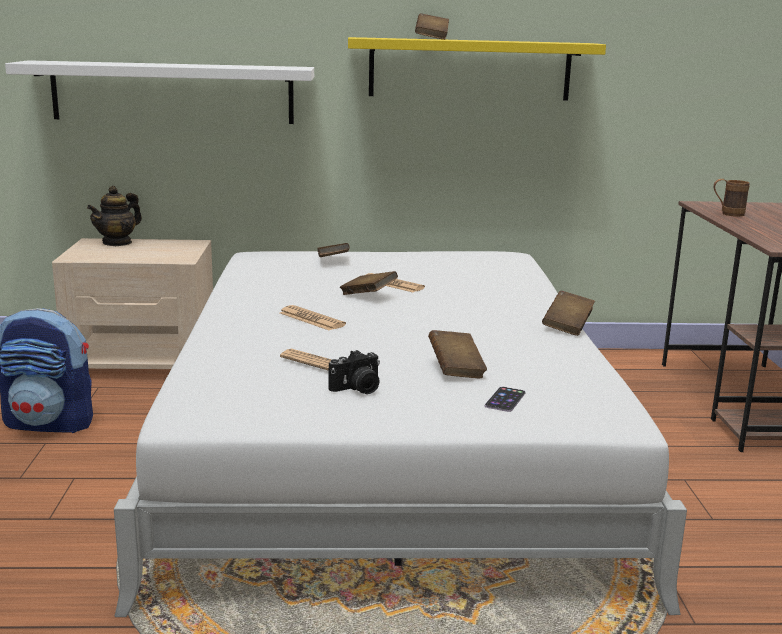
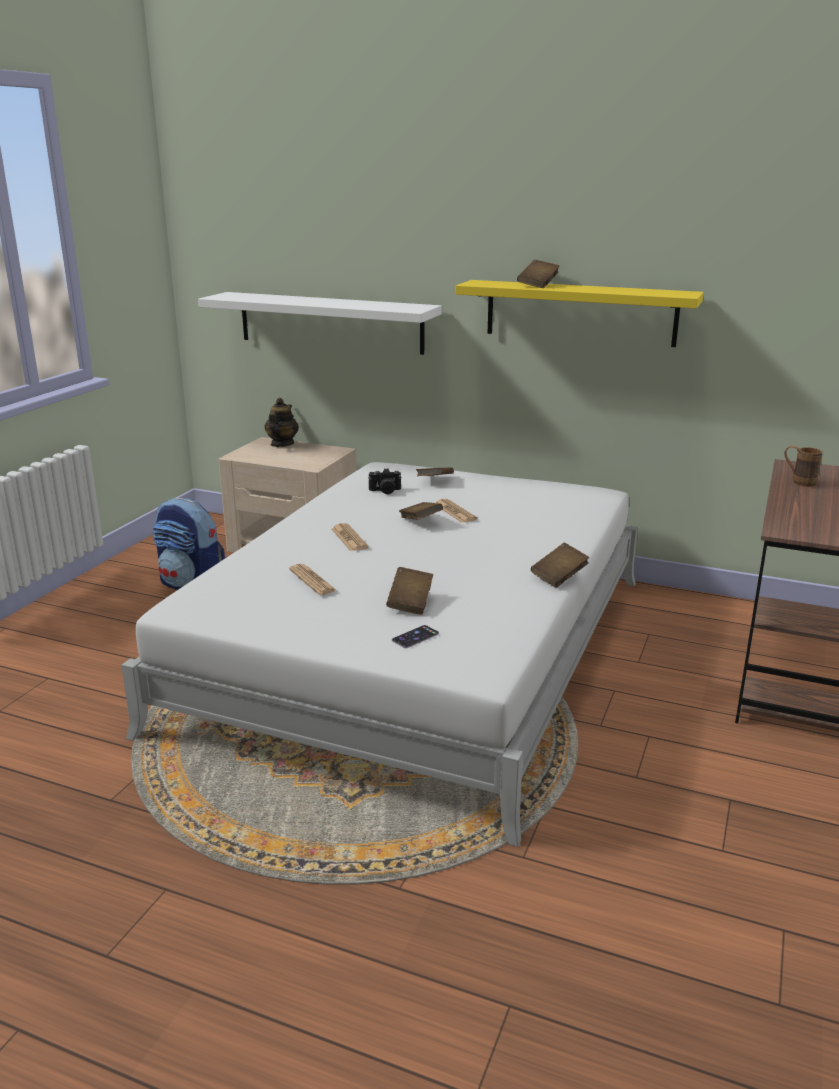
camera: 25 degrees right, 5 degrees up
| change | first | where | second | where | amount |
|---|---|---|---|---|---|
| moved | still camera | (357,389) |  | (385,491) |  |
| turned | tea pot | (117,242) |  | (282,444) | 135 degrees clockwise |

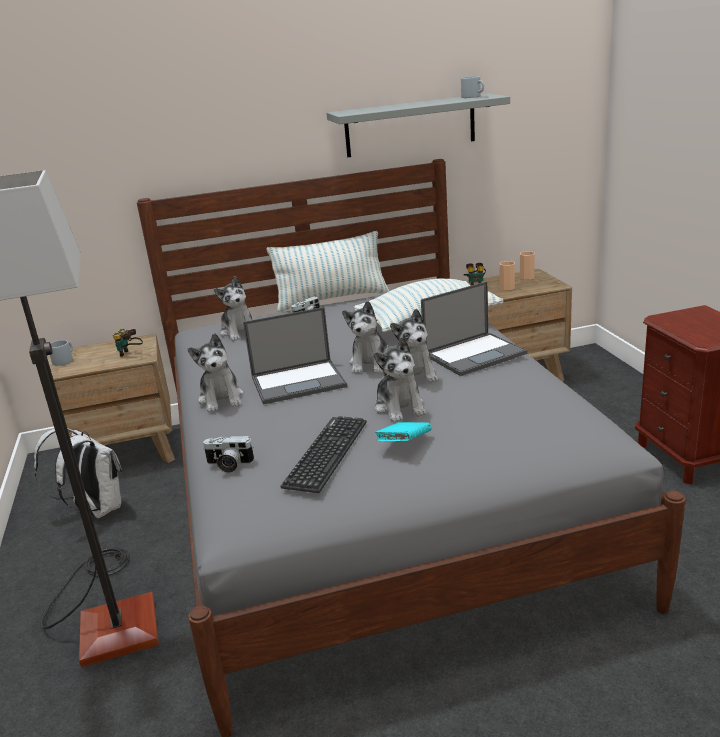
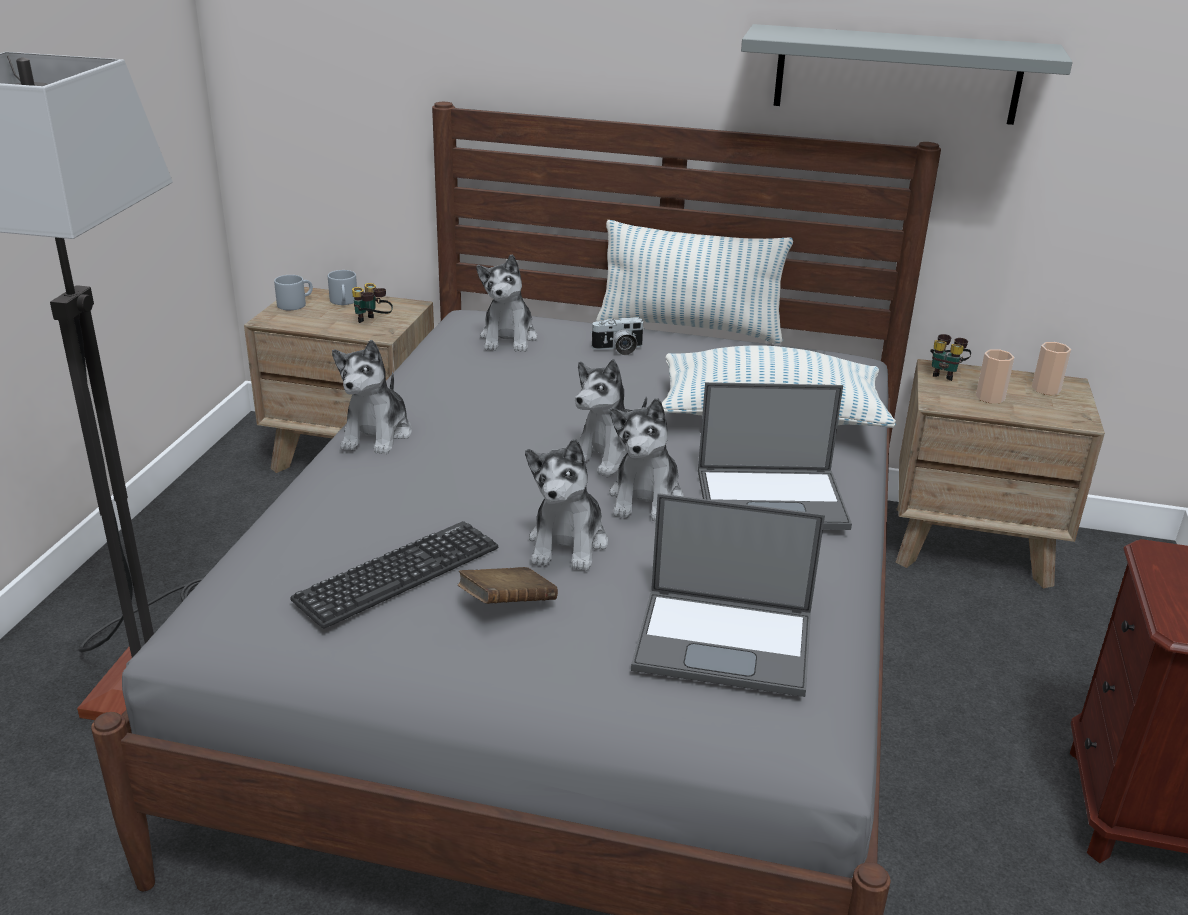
camera: 25 degrees right, 5 degrees up
| change | first | where | second | where | amount |
|---|---|---|---|---|---|
| removed | rucksack (whitish) | (95,510) |  |  |  |
| removed | still camera | (229,465) |  |  |  |
| moved | laptop | (299,382) |  | (726,641) |  |
| moved | tea mug (gray) | (473,96) |  | (344,302) |  |
| recoloured | bound book (turquoise) | (404,444) | bound book (brown) | (507,604) |  |

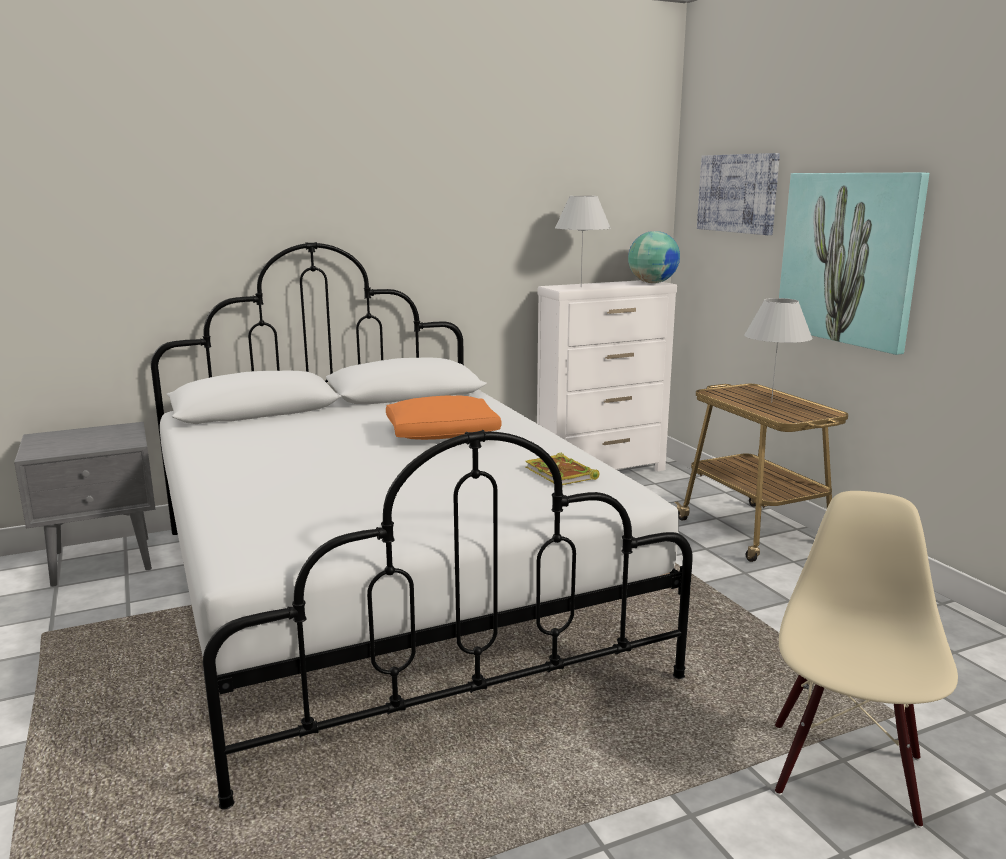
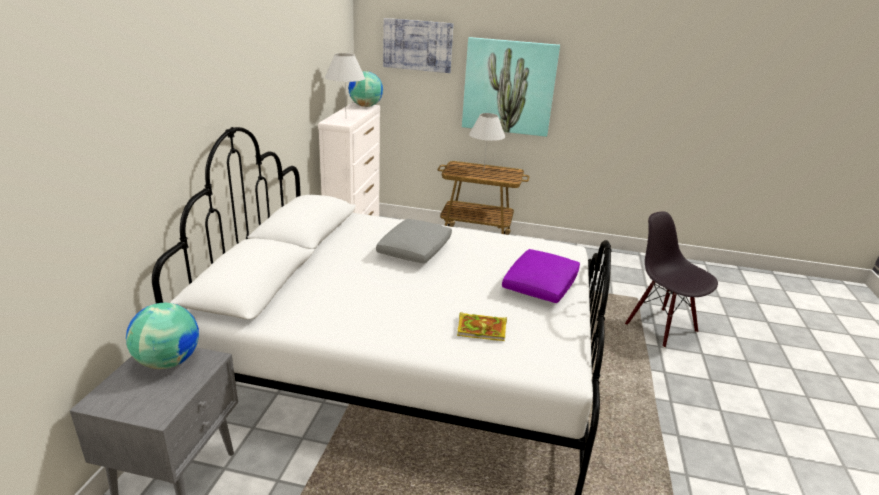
camera: 55 degrees left, 10 degrees up
| change | first | where | second | where | amount |
|---|---|---|---|---|---|
| added |  |  | world globe | (168,361) |  |
| added |  |  | pillow (purplish) | (540,285) |  |
| moved | bound book | (562,474) |  | (483,329) |  |
| recoloured | pillow (orange-coloured) | (443,433) | pillow (gray) | (415,250) |  |
| recoloured | chair (sand-coloured) | (845,772) | chair (black) | (661,327) |  |

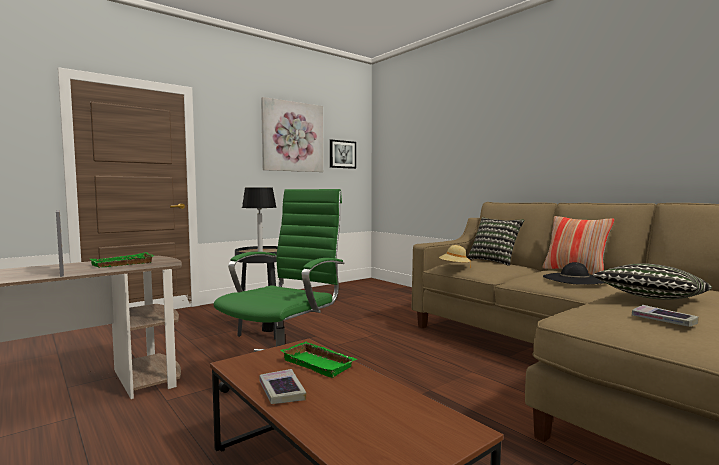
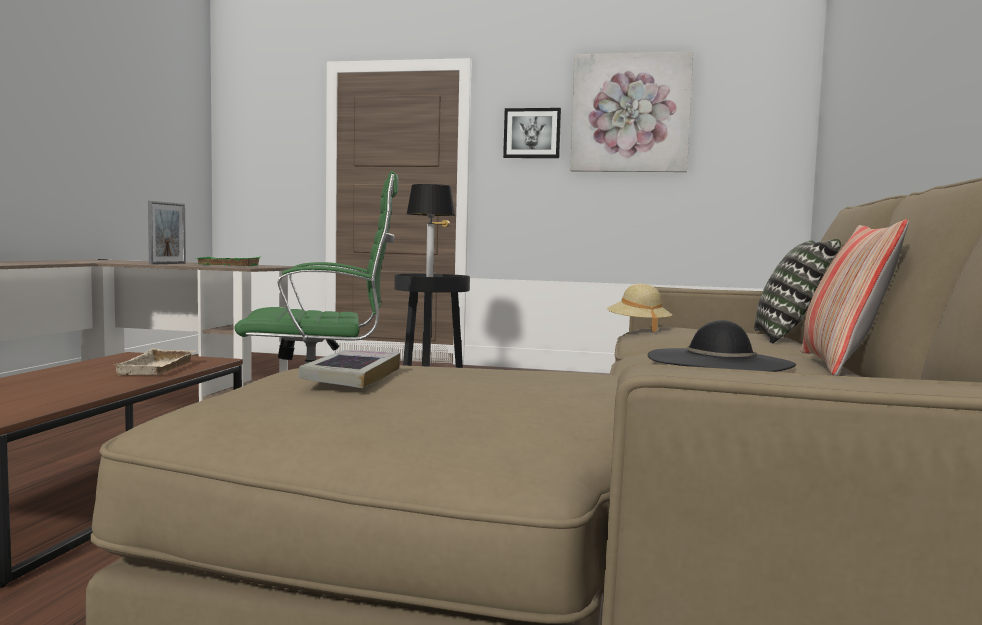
camera: 50 degrees right, 0 degrees up
| change | first | where | second | where | amount |
|---|---|---|---|---|---|
| removed | bound book | (281,391) |  |  |  |
| removed | pillow | (651,299) |  |  |  |
| moved | picture | (342,154) |  | (532,133) |  |
| recoloured | serving tray (green-coloured) | (320,363) | serving tray (sand-coloured) | (159,369) |  |

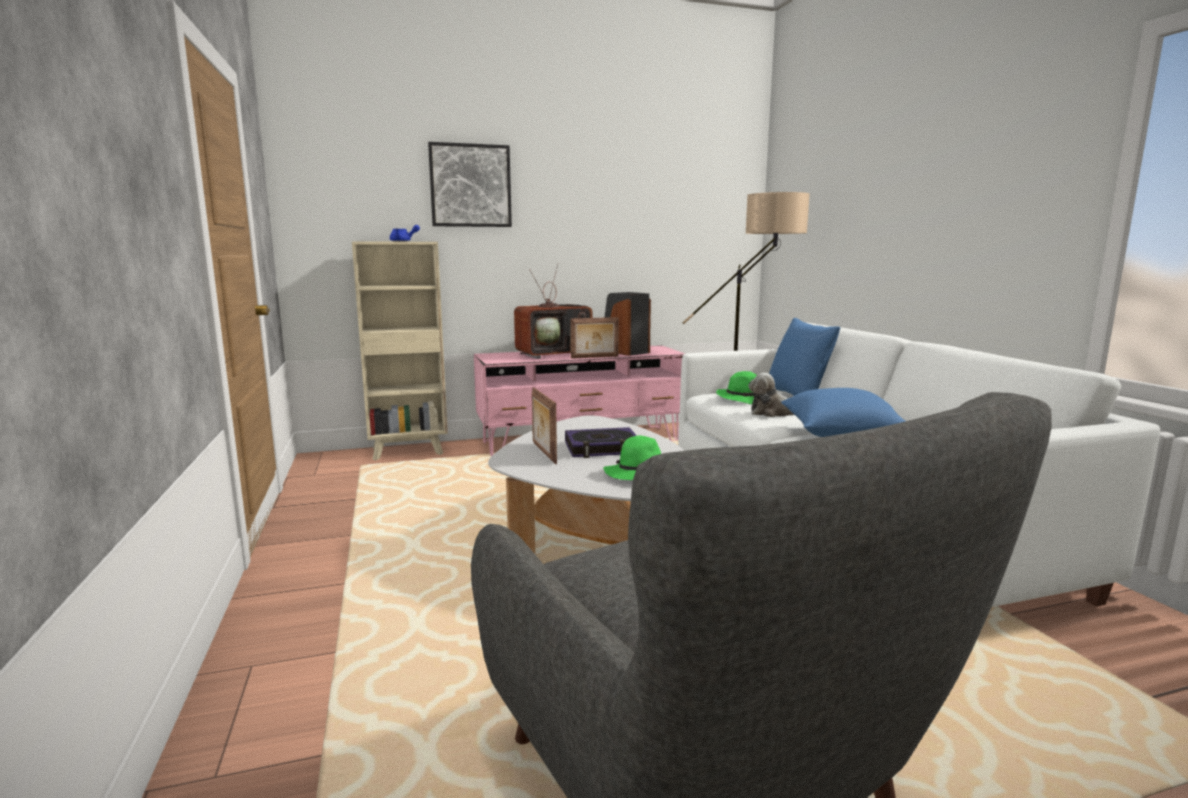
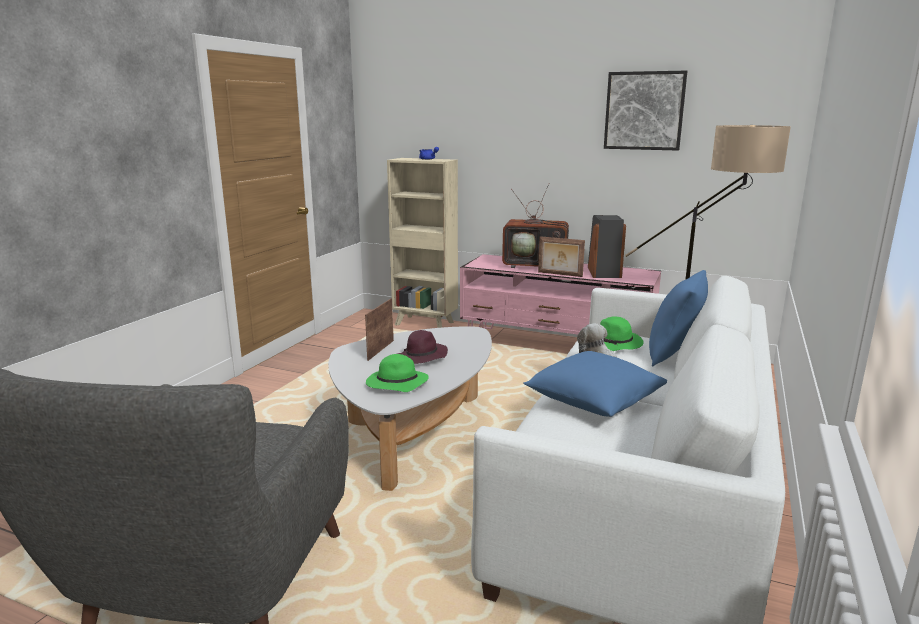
camera: 40 degrees right, 5 degrees up
| change | first | where | second | where | amount |
|---|---|---|---|---|---|
| moved | picture | (470,186) |  | (644,111) |  |
| replaced | bound book | (602,448) | hat (purplish) | (421,357) |  |

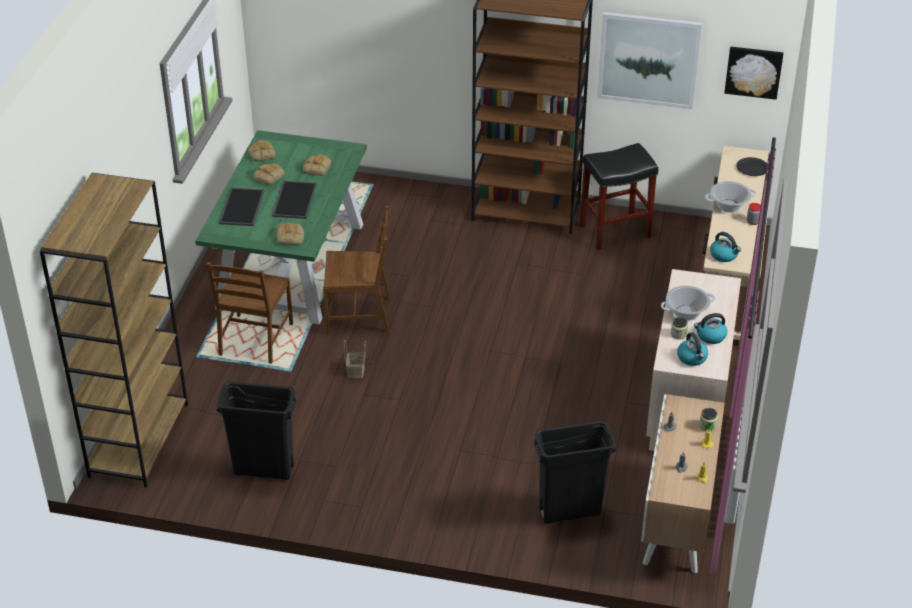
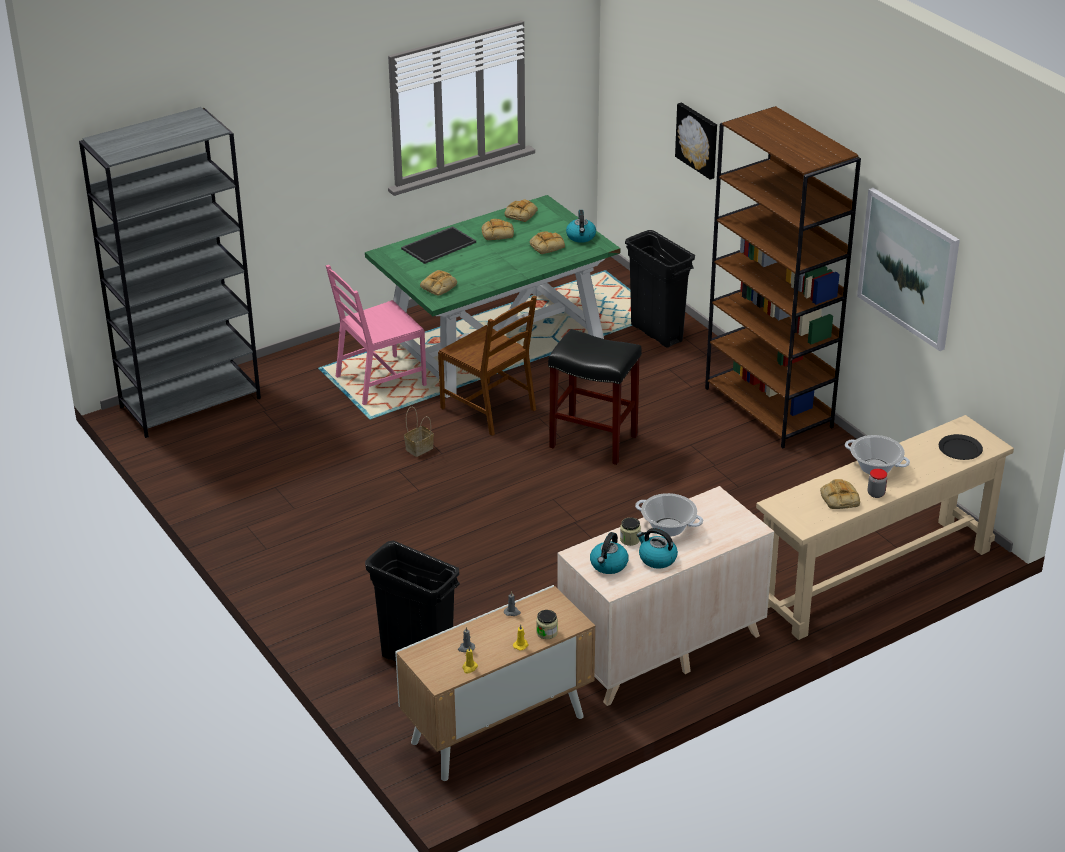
camera: 45 degrees right, 5 degrees down
| change | first | where | second | where | amount |
|---|---|---|---|---|---|
| removed | serving tray | (293,199) |  |  |  |
| added |  |  | bakery bread | (838,498) |  |
| moved | rubbish bin (black) | (264,470) |  | (657,333) |  |
| moved | stool seat (black) | (615,231) |  | (595,441) |  |
| moved | kettle | (724,255) |  | (581,237) |  |
| moved | picture | (753,71) |  | (698,140) |  |
| recoloured | bookshelf (brown) | (138,439) | bookshelf (gray) | (191,402) |  |
| recoloured | chair (brown) | (255,340) | chair (pinkish) | (379,381) |  |

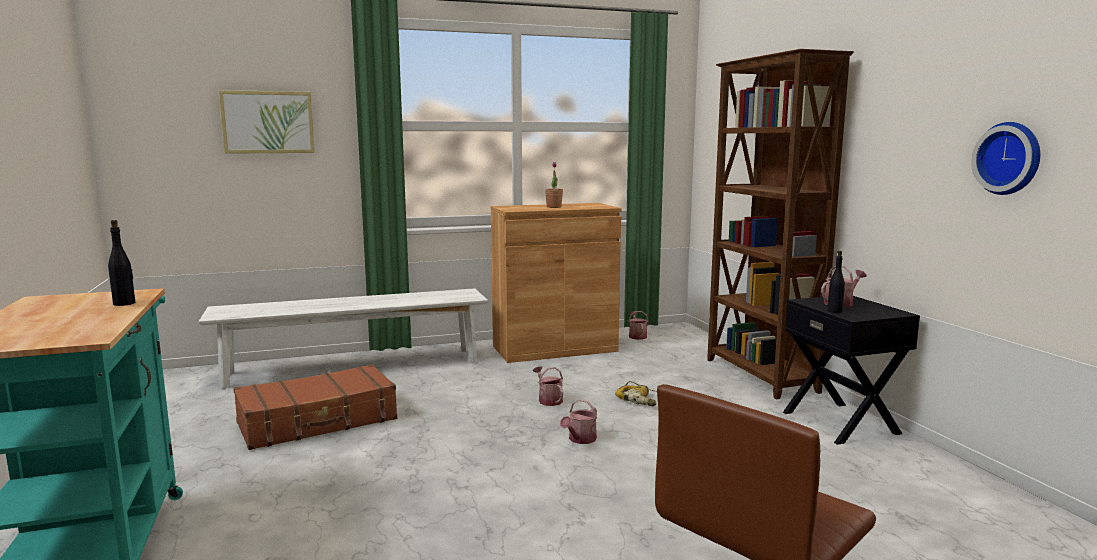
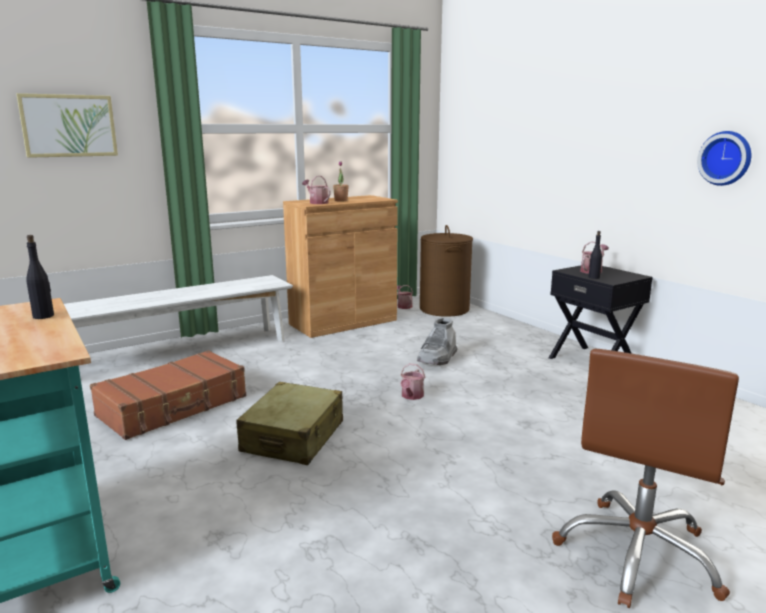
camera: 15 degrees left, 5 degrees up
| change | first | where | second | where | amount |
|---|---|---|---|---|---|
| removed | bookshelf (brown) | (760,376) |  |  |  |
| added |  |  | piece of luggage (sand-coloured) | (293,437) |  |
| added |  |  | hamper (brown) | (444,309) |  |
| moved | sprinkling can | (548,400) |  | (317,202) |  |
| replaced | electric drill | (639,399) | boot (gray) | (437,358) |  |

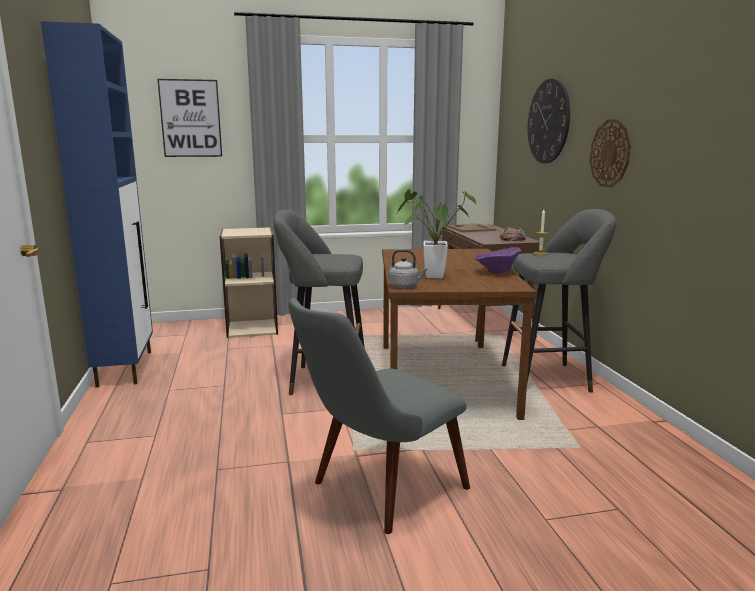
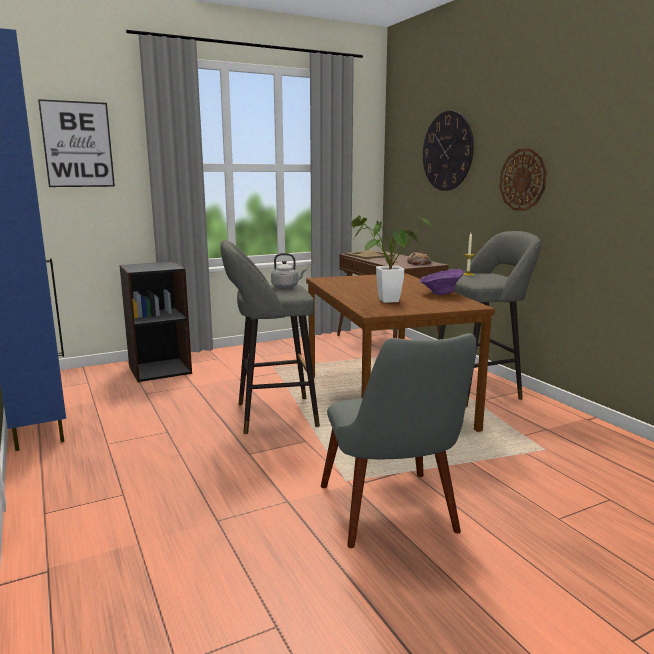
camera: 15 degrees left, 0 degrees up
| change | first | where | second | where | amount |
|---|---|---|---|---|---|
| moved | kettle (gray) | (405,286) |  | (286,286) |  |
| recoloured | bookshelf (sand-coloured) | (252,328) | bookshelf (black) | (160,370) |  |
| turned | chair (gray) | (376,492) |  | (394,518) | 45 degrees counterclockwise |

